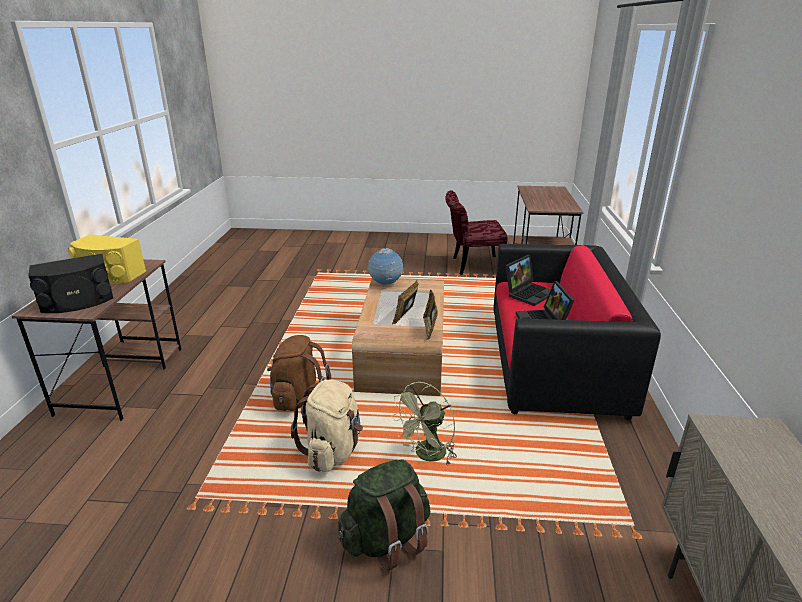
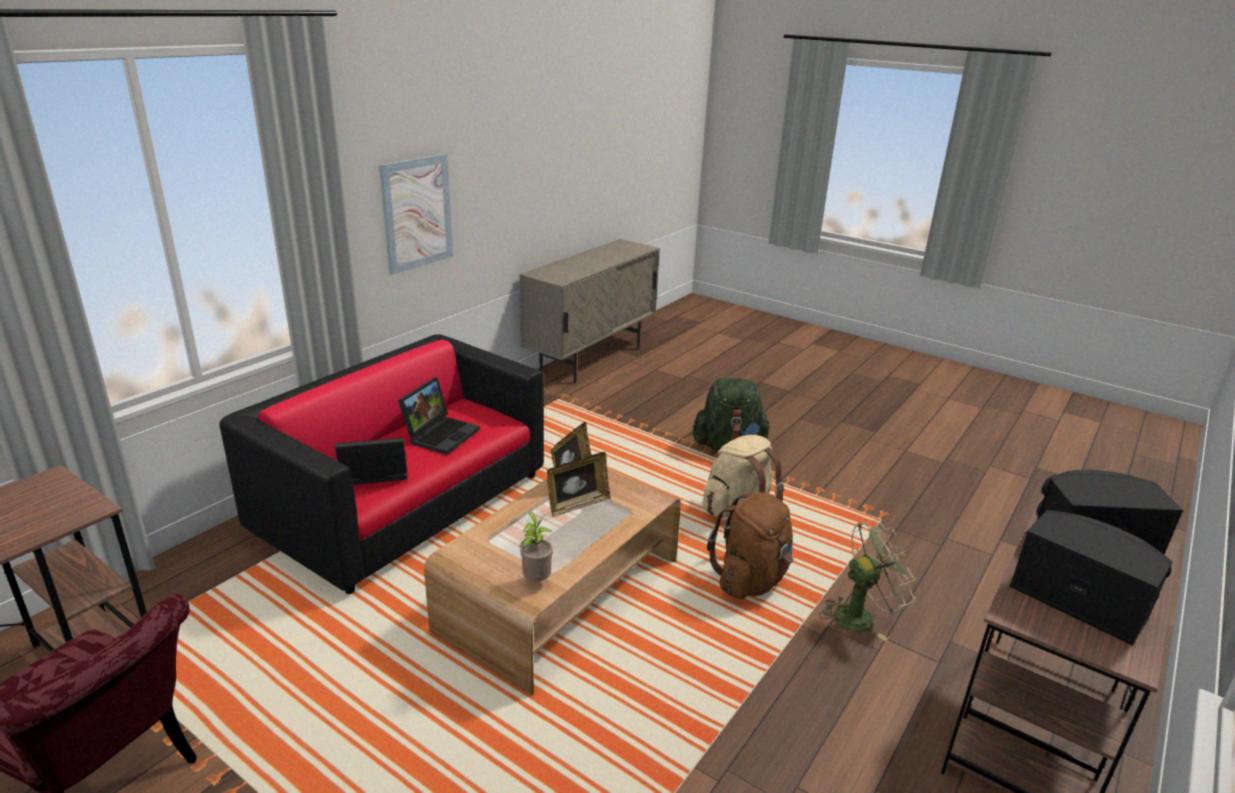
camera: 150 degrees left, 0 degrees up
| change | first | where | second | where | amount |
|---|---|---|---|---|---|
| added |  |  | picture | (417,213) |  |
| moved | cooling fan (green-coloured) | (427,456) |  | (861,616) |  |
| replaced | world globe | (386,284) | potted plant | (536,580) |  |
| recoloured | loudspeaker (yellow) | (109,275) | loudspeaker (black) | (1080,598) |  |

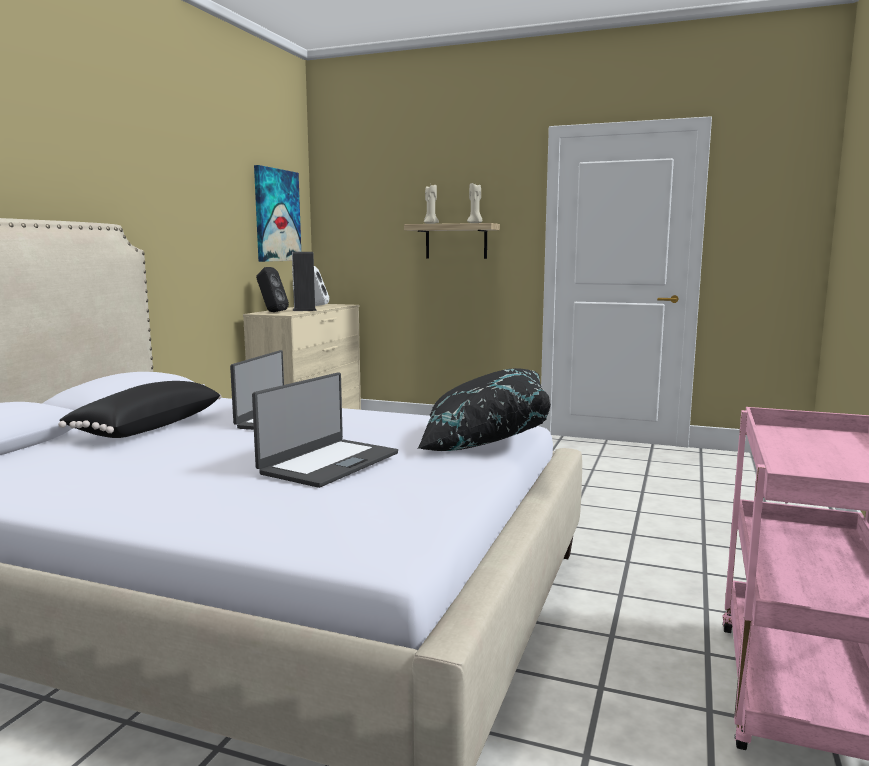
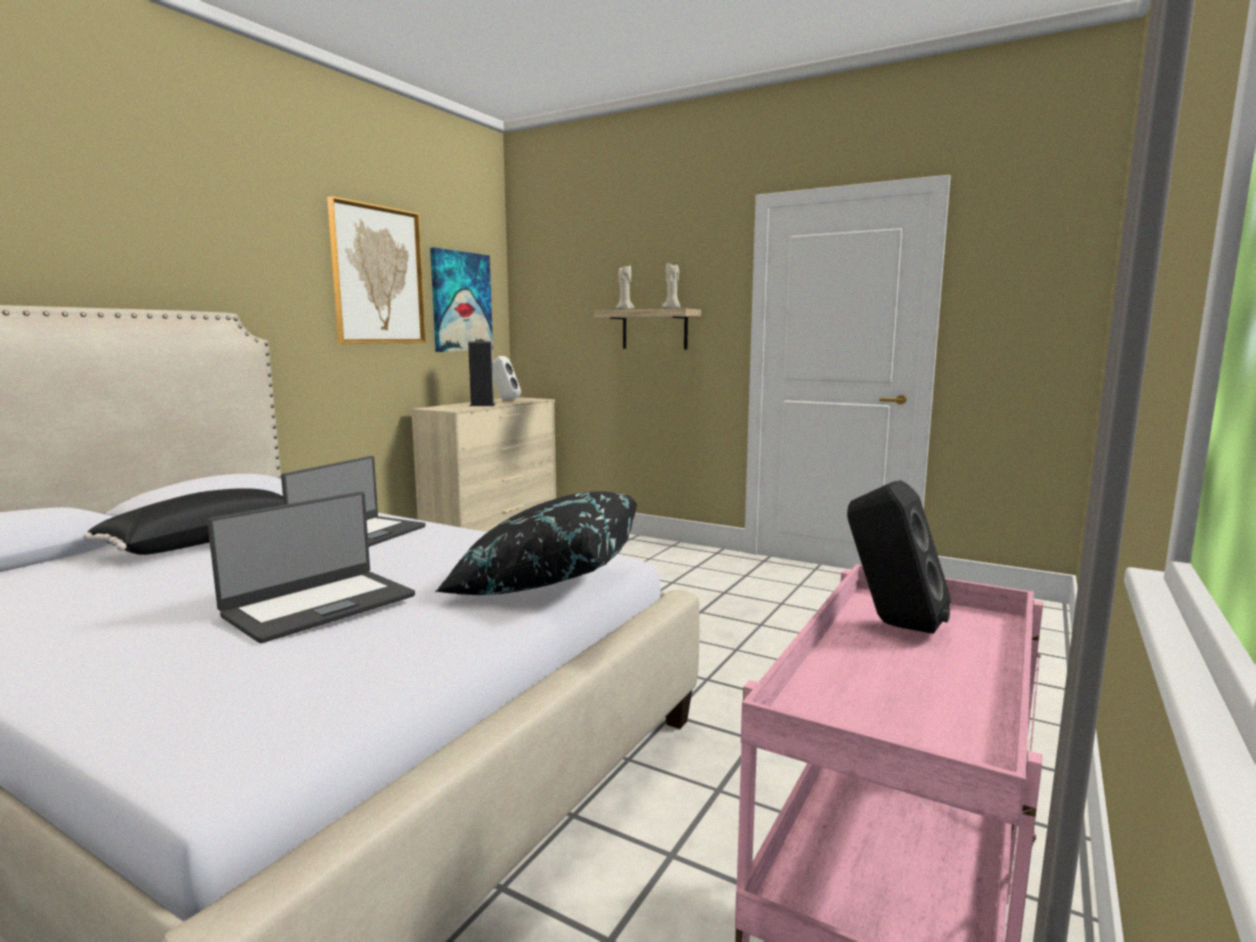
camera: 10 degrees right, 0 degrees up
| change | first | where | second | where | amount |
|---|---|---|---|---|---|
| added |  |  | picture | (378,275) |  |
| moved | loudspeaker (black) | (271,312) |  | (892,624) |  |

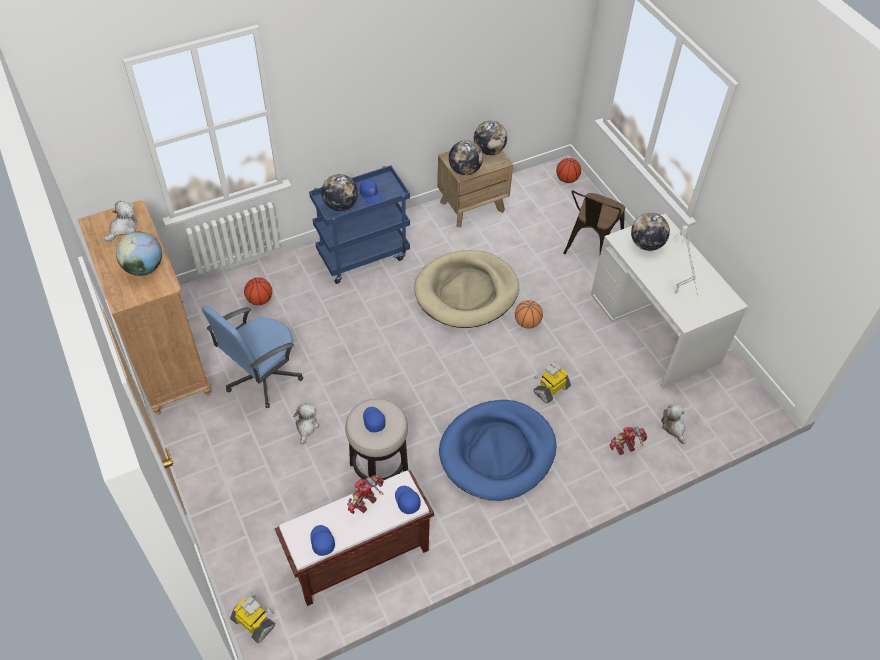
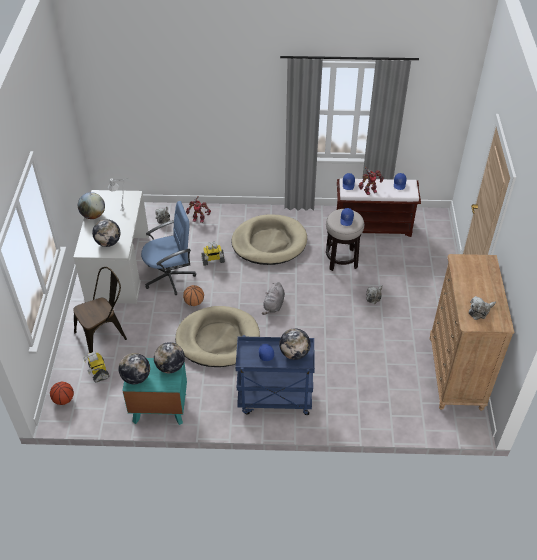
camera: 150 degrees left, 5 degrees down
| change | first | where | second | where | amount |
|---|---|---|---|---|---|
| removed | ball for basketball | (260,300) |  |  |  |
| added |  |  | soft toy (gray) | (273,305) |  |
| moved | world globe | (144,268) |  | (93,215) |  |
| moved | office chair (blue-coloured) | (262,376) |  | (170,276) |  |
| moved | toy robot | (254,622) |  | (98,371) |  |
| recoloured | night table (brown) | (472,206) | night table (turquoise) | (159,408) |  |
| recoloured | pet bed (blue-coloured) | (497,452) | pet bed (sand-coloured) | (269,242) |  |

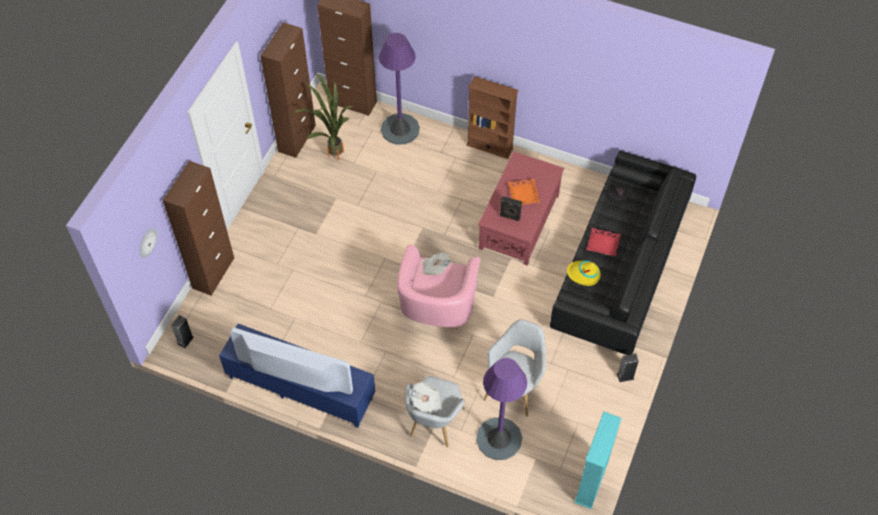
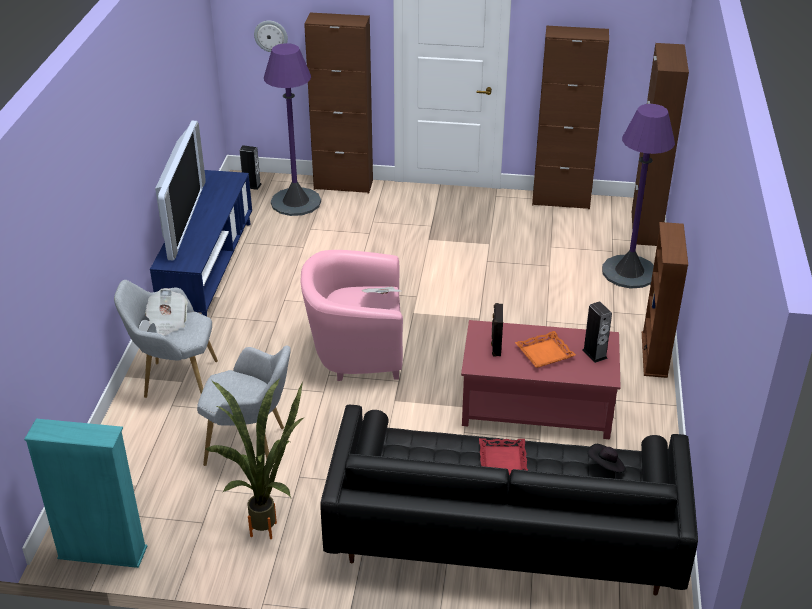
camera: 75 degrees right, 20 degrees down
| change | first | where | second | where | amount |
|---|---|---|---|---|---|
| removed | hat (yellow) | (583,274) |  |  |  |
| moved | potted plant | (332,152) |  | (268,523) |  |
| moved | floor lamp (purplish) | (499,439) |  | (295,202) |  |
| moved | loudspeaker | (625,376) |  | (594,354) |  |

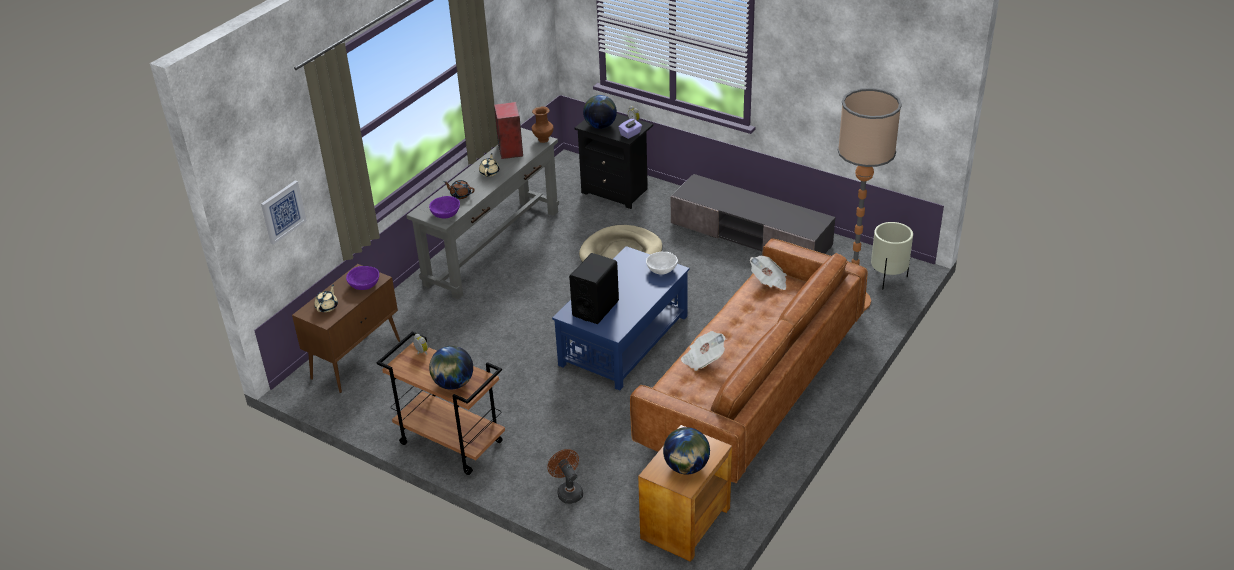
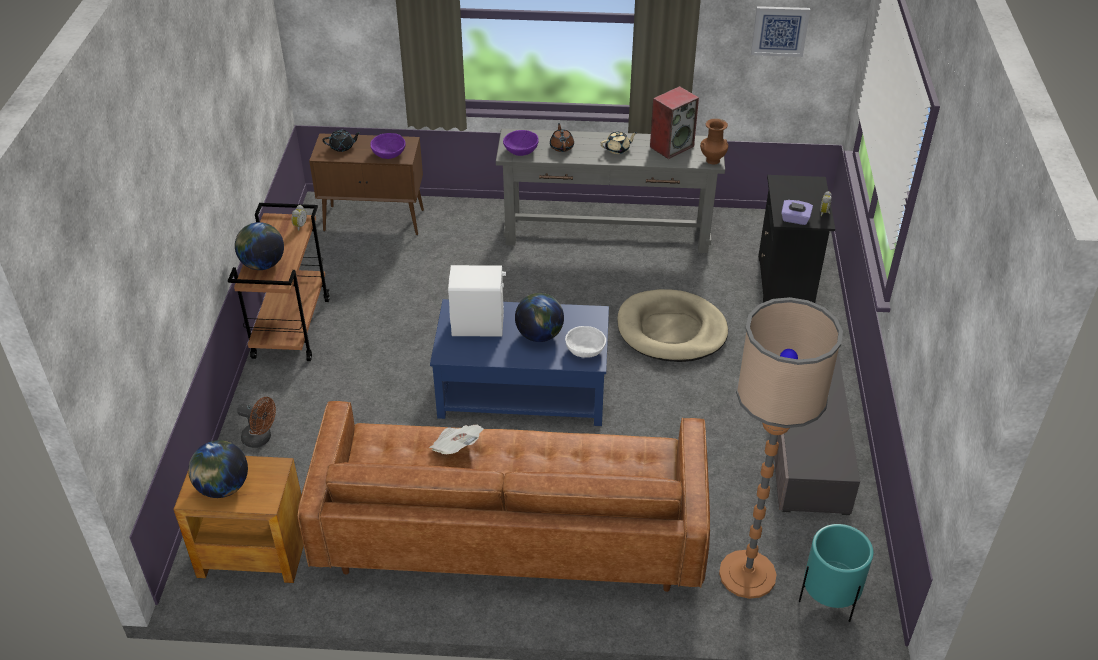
camera: 60 degrees right, 5 degrees up
| change | first | where | second | where | amount |
|---|---|---|---|---|---|
| removed | daily paper | (769,281) |  |  |  |
| moved | picture | (282,212) |  | (779,30) |  |
| moved | world globe | (600,126) |  | (539,335) |  |
| recoloured | tea pot (sand-coloured) | (327,306) | tea pot (black) | (342,147) |  |
| recoloured | loudspeaker (black) | (595,308) | loudspeaker (whitish) | (478,324) |  |
| recoloured | plant pot (sand-coloured) | (888,278) | plant pot (turquoise) | (828,600) |  |
| turned | cooling fan (brown) | (568,491) |  | (261,438) | 75 degrees clockwise |

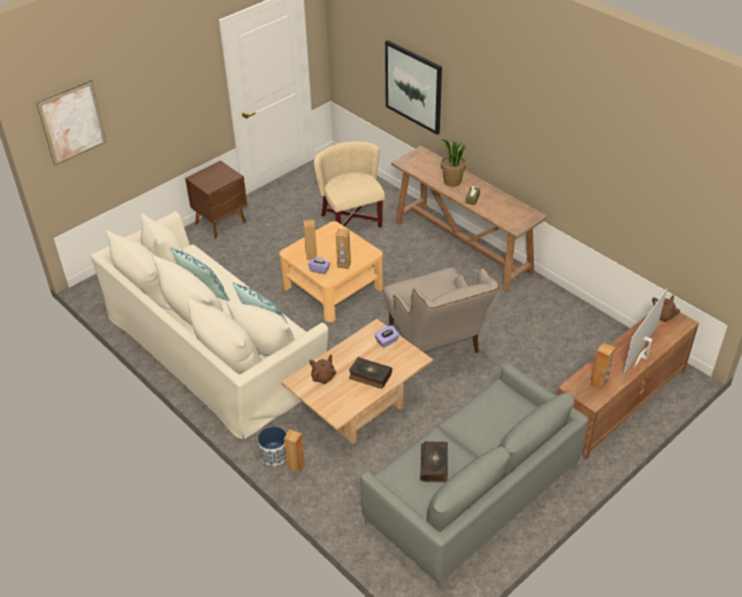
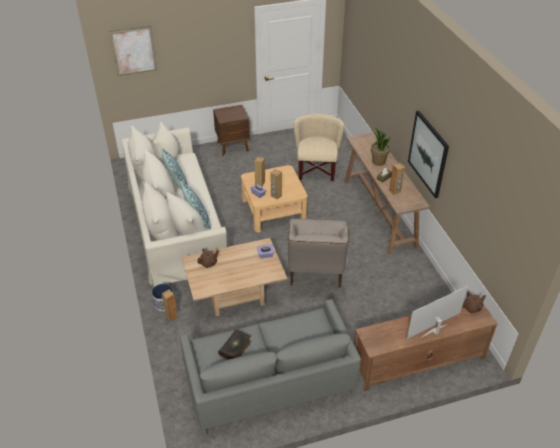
camera: 25 degrees right, 0 degrees up
| change | first | where | second | where | amount |
|---|---|---|---|---|---|
| removed | bound book | (370,376) |  |  |  |
| moved | picture | (413,87) |  | (428,154) |  |
| moved | loudspeaker (brown) | (599,383) |  | (395,191) |  |

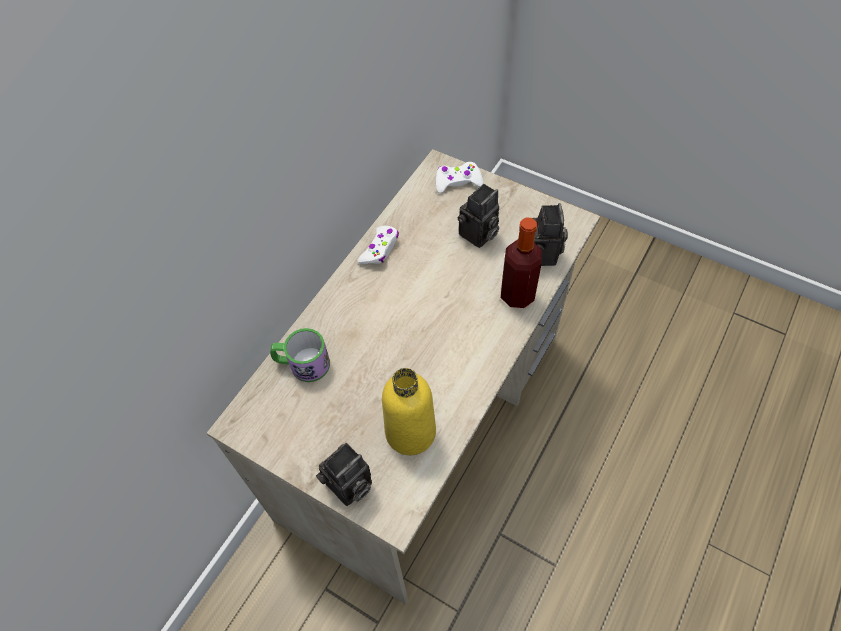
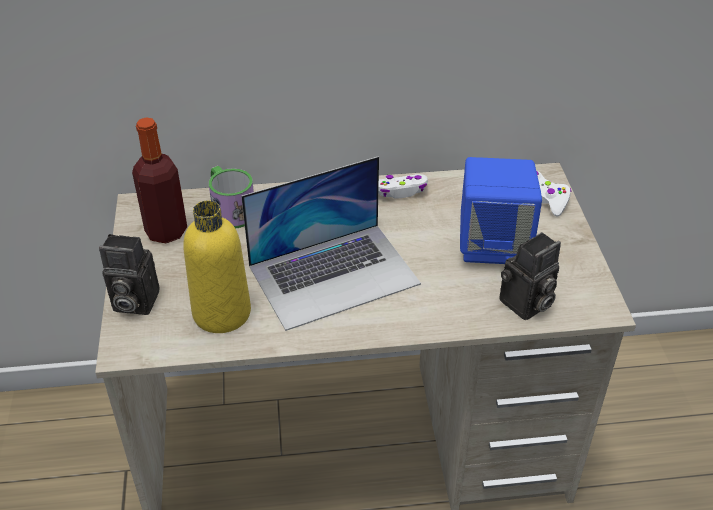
camera: 50 degrees right, 15 degrees down
| change | first | where | second | where | amount |
|---|---|---|---|---|---|
| added |  |  | laptop | (334,274) |  |
| moved | bottle | (517,295) |  | (166,231) |  |
| replaced | still camera | (478,235) | loudspeaker (blue-coloured) | (493,245) |  |

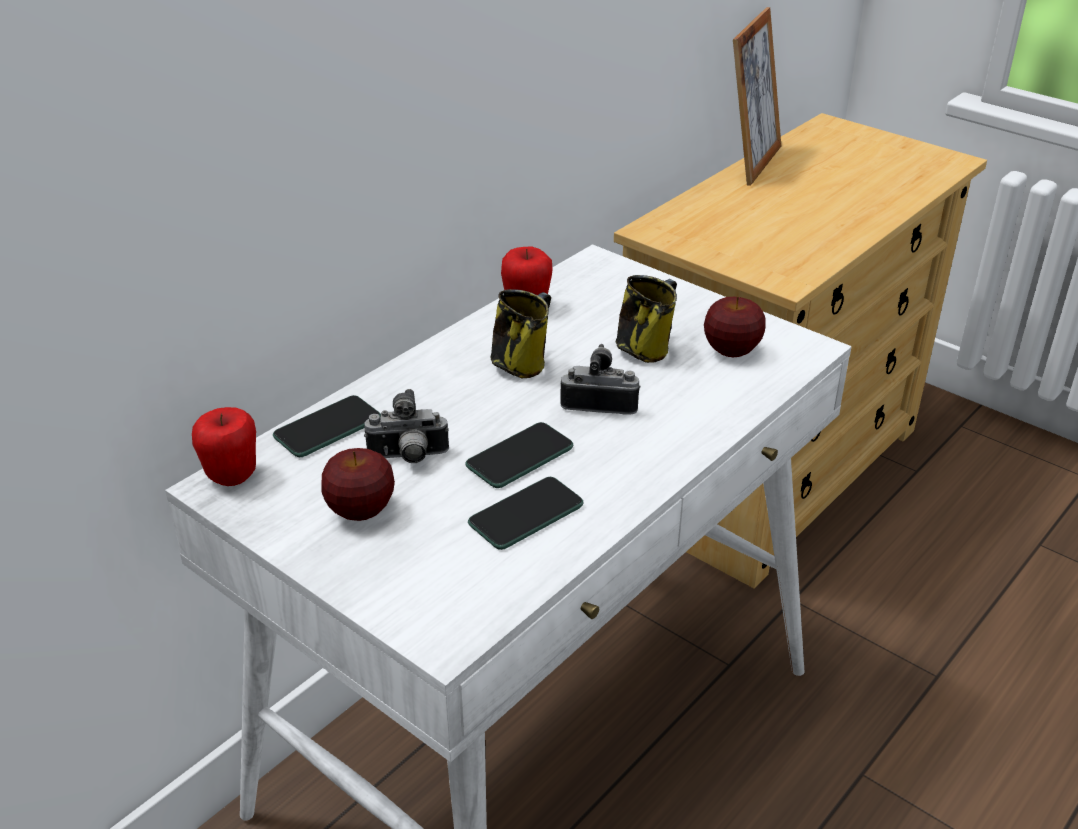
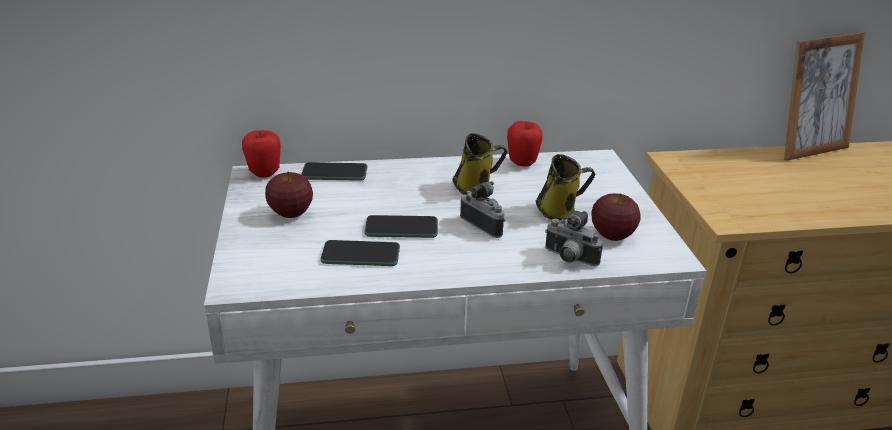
camera: 40 degrees right, 5 degrees down
| change | first | where | second | where | amount |
|---|---|---|---|---|---|
| moved | still camera | (408,458) |  | (569,259) |  |

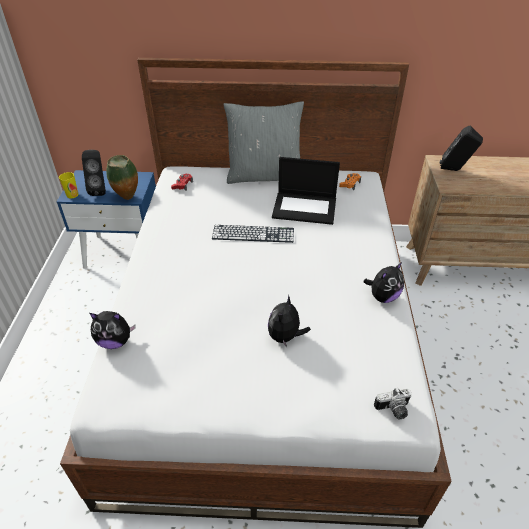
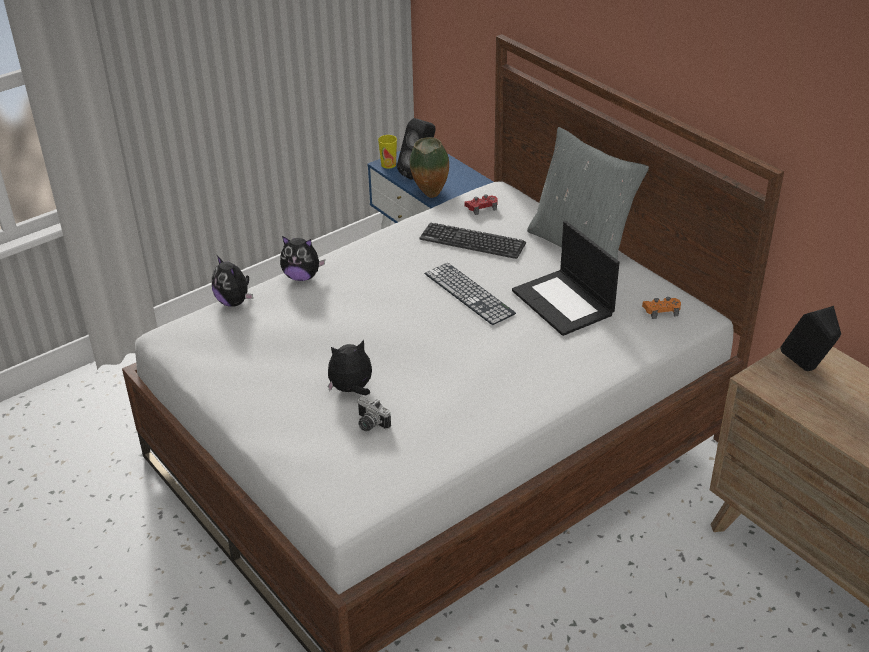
camera: 50 degrees right, 5 degrees down
| change | first | where | second | where | amount |
|---|---|---|---|---|---|
| added |  |  | PC keyboard | (472,241) |  |
| moved | soft toy | (383,296) |  | (302,277) |  |
| moved | still camera | (393,410) |  | (369,424) |  |

